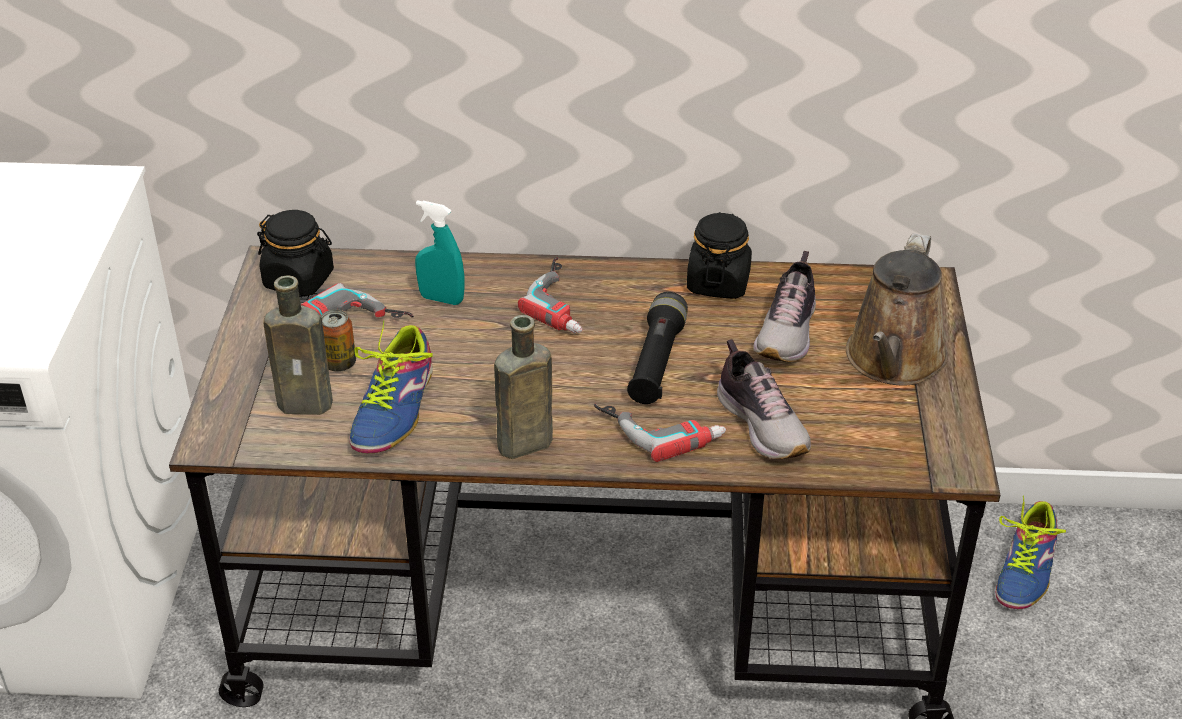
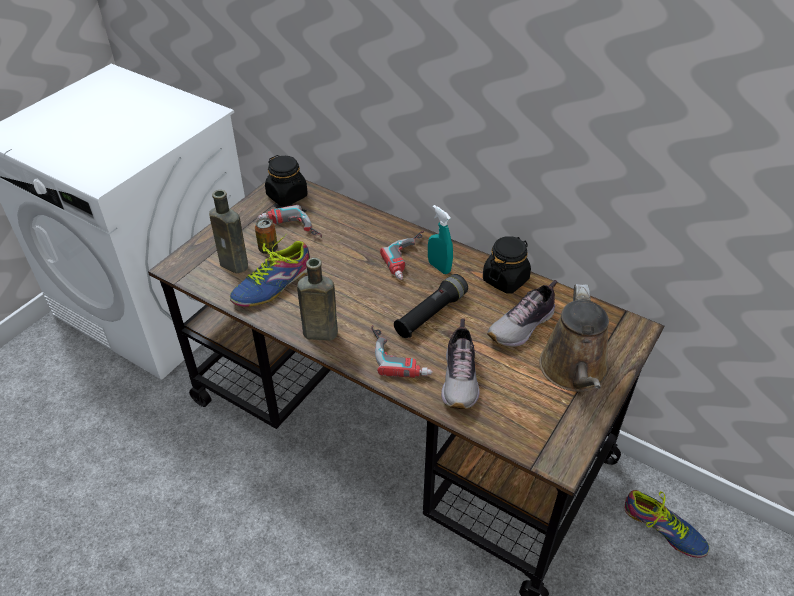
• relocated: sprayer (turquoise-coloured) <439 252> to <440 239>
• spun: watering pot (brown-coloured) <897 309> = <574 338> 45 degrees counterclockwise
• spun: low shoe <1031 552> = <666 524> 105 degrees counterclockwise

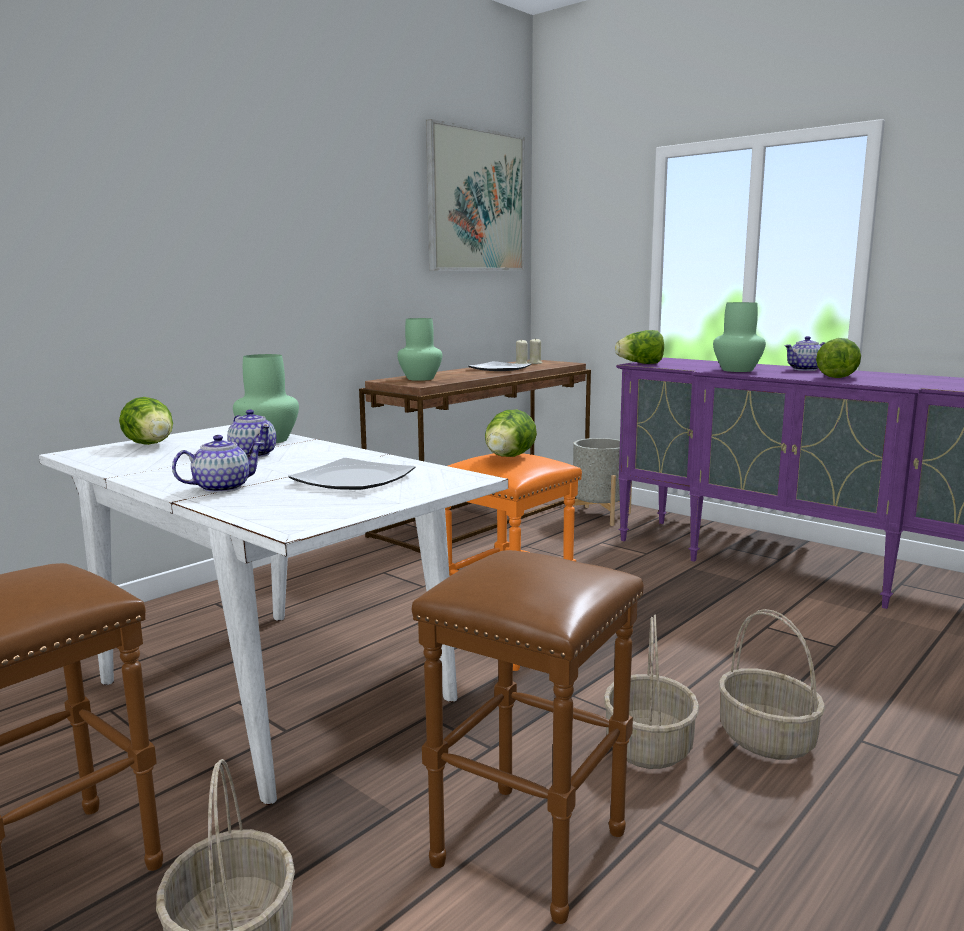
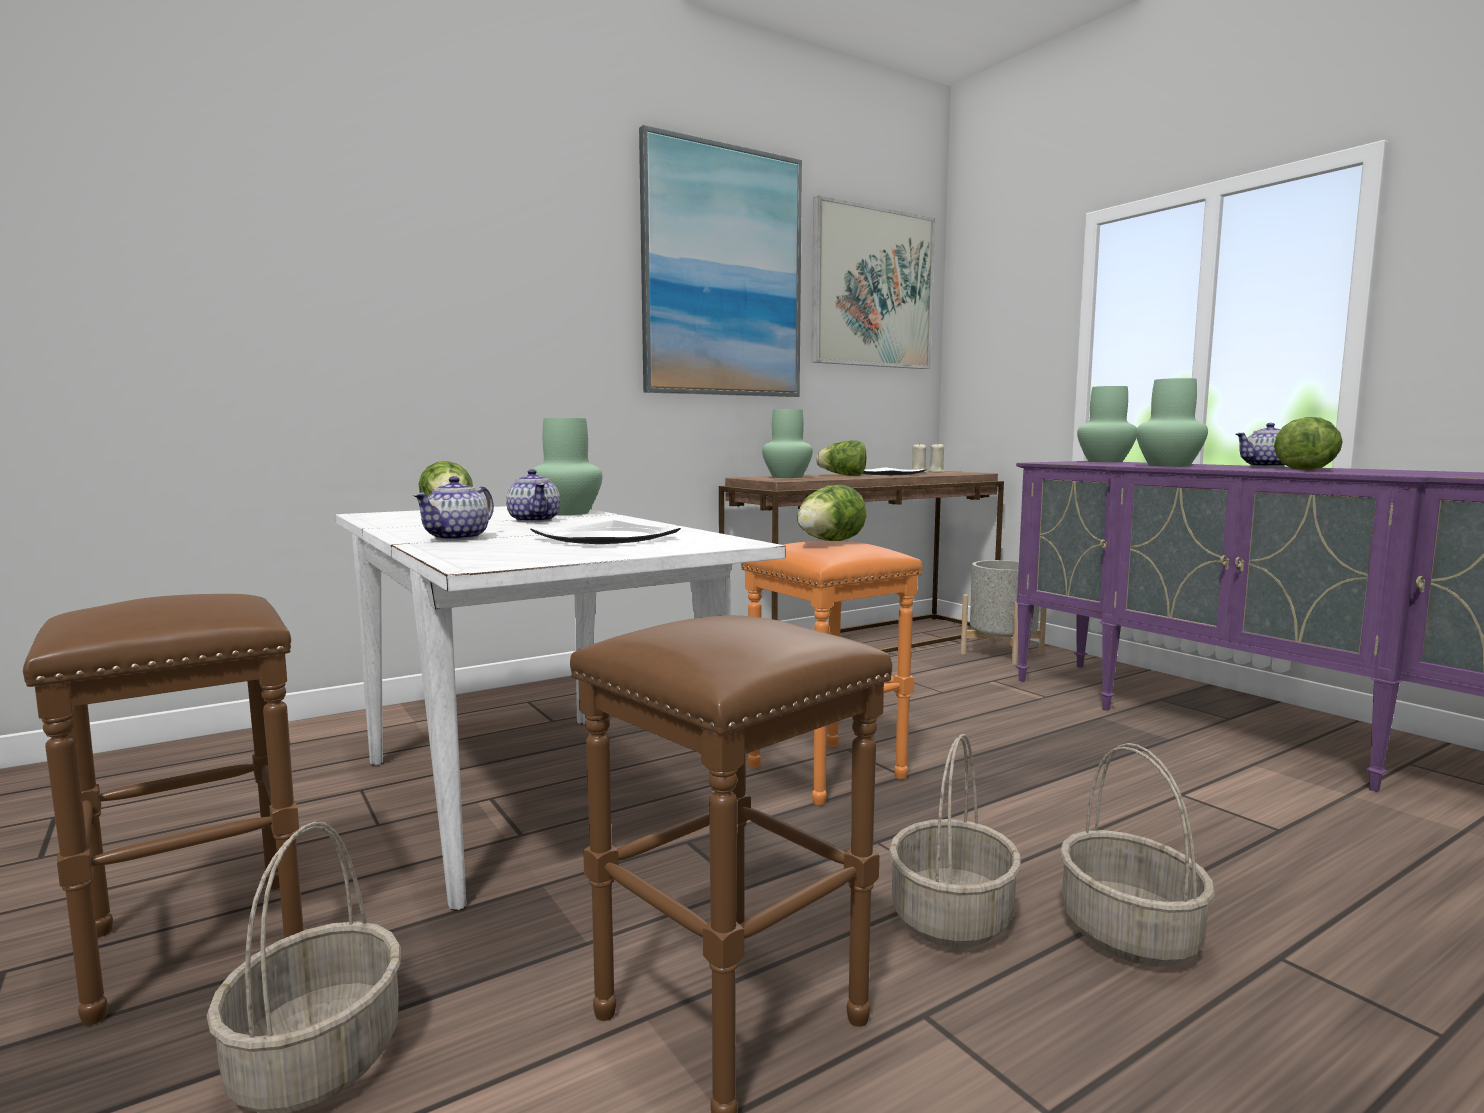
• spun: pot for tea <218 464> = <453 508> 135 degrees clockwise
• appeared: picture <720 261>
• relocated: head of lettuce <639 347> to <841 458>
• appeared: vase (greenish) <1107 424>

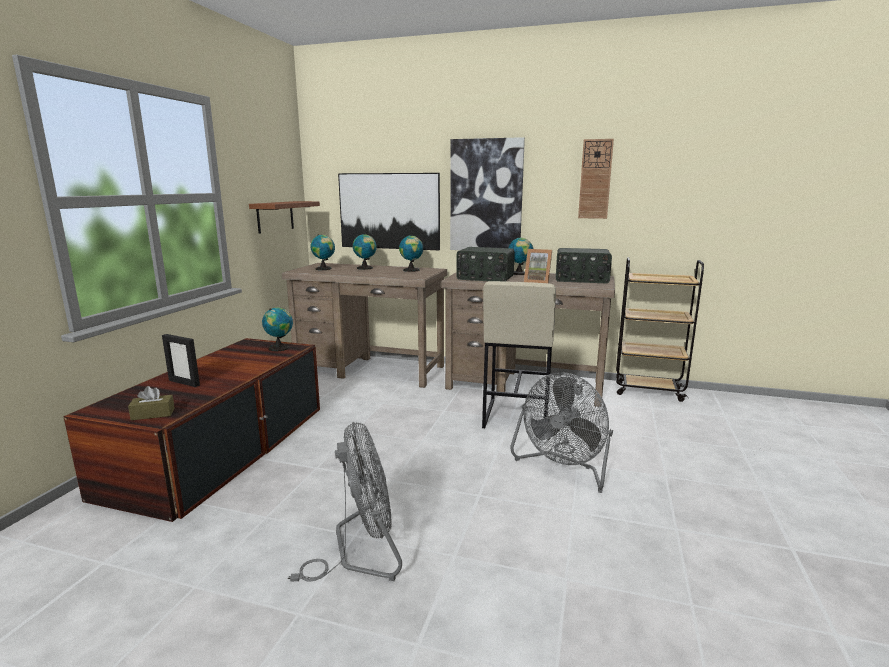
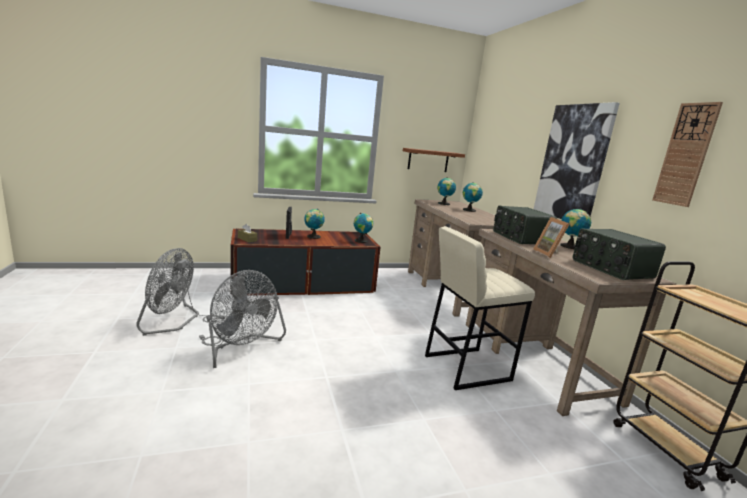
• relocated: fan (greyish) <561 432> to <180 292>
• relocated: world globe <411 253> to <314 224>
• missing: picture <389 211>

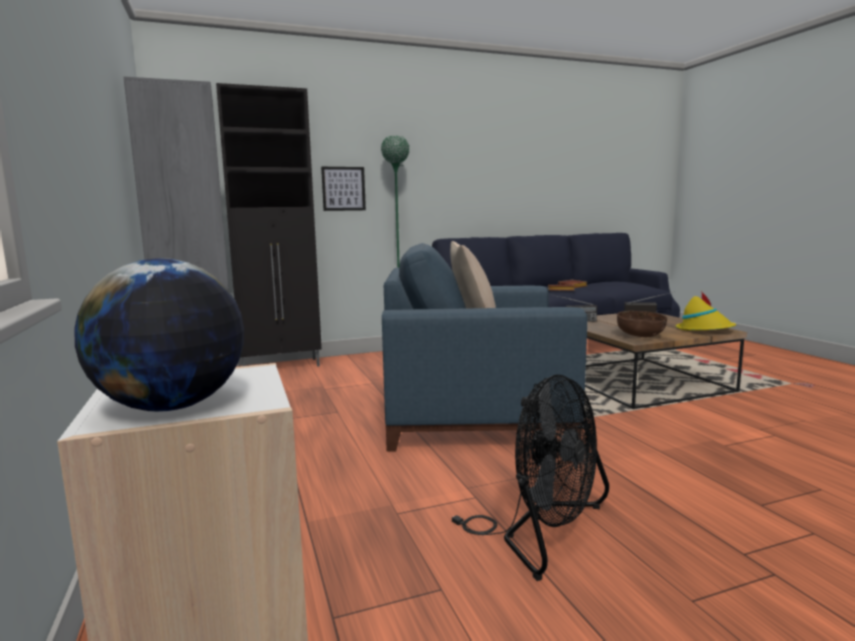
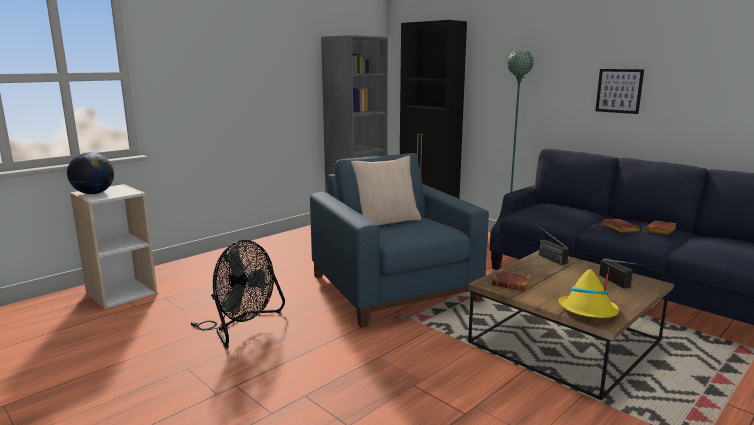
• spun: fan (black-coloured) <530 478> = <238 294> 75 degrees counterclockwise
• exchanged: bowl (brown-coloured) <642 324> to volume (brown-coloured) <511 280>
• relocated: picture <343 189> to <619 91>

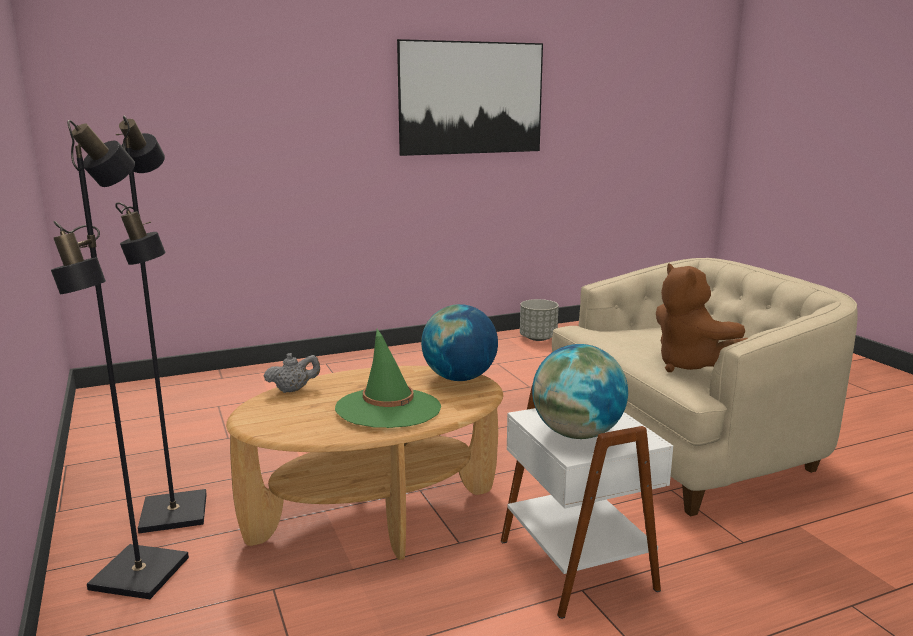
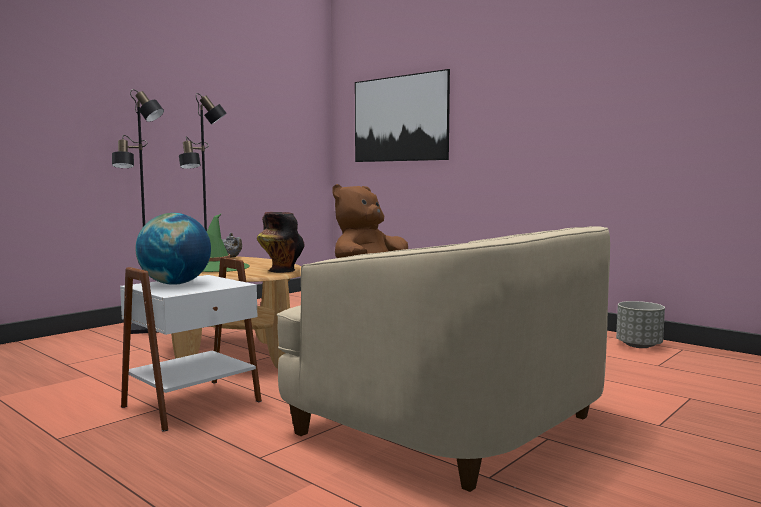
• exchanged: world globe <459 342> to vase <281 242>
• relocated: picture <470 97> to <402 115>

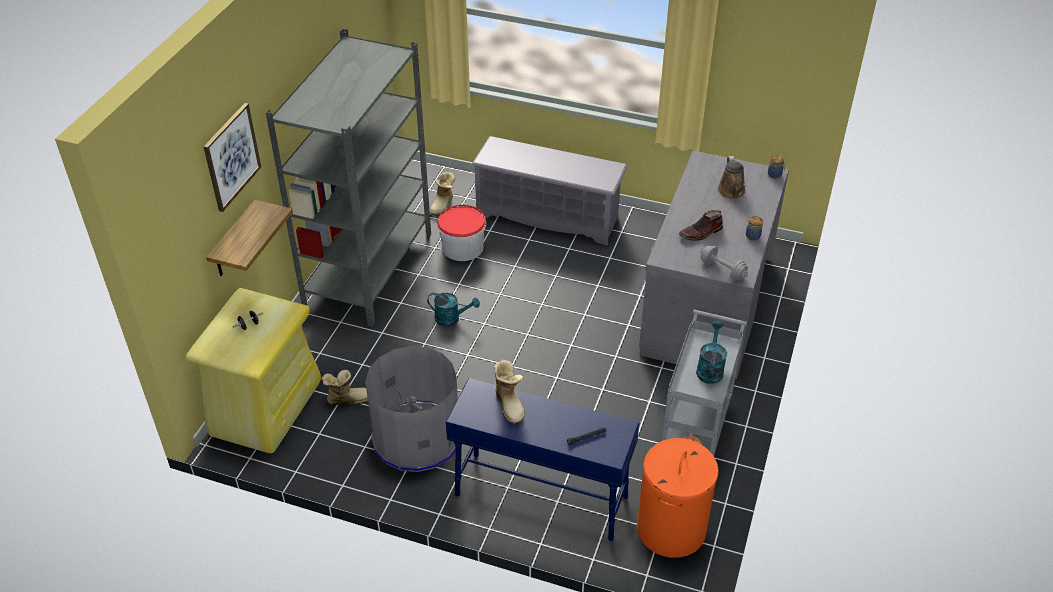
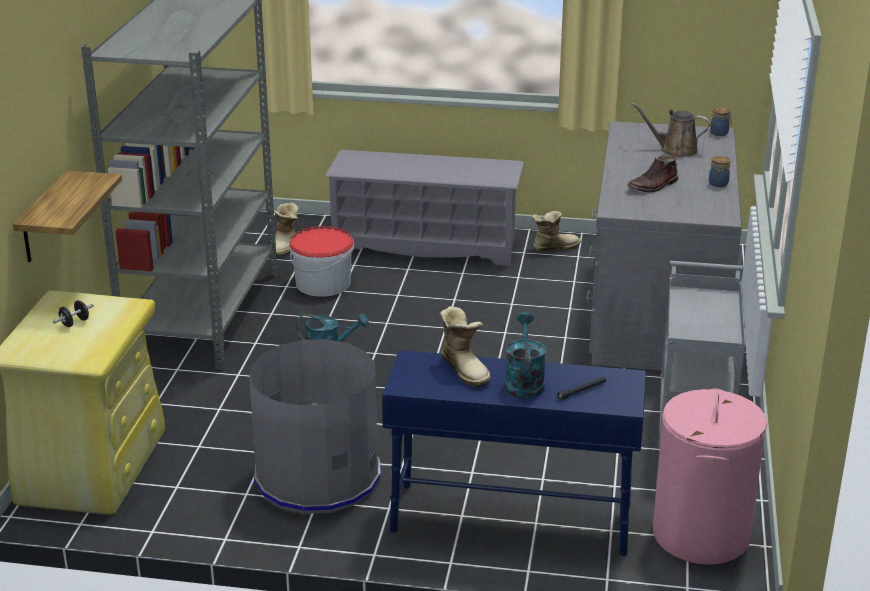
• relocated: watering pot (turquoise-coloured) <711 352> to <525 355>
• relocated: tall boot <344 387> to <556 231>
• spun: watering pot (brown-coloured) <732 177> = <671 130> 120 degrees clockwise
• colour: laundry basket (orangey) <678 497> to laundry basket (pinkish) <710 477>
• missing: picture <232 157>
• missing: dumbbell (greyish) <724 263>

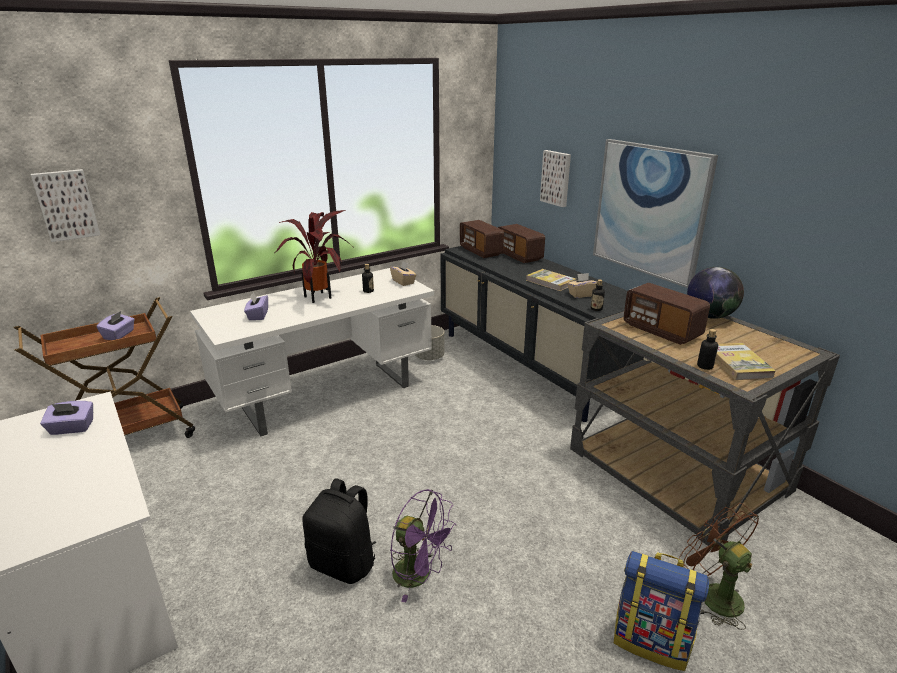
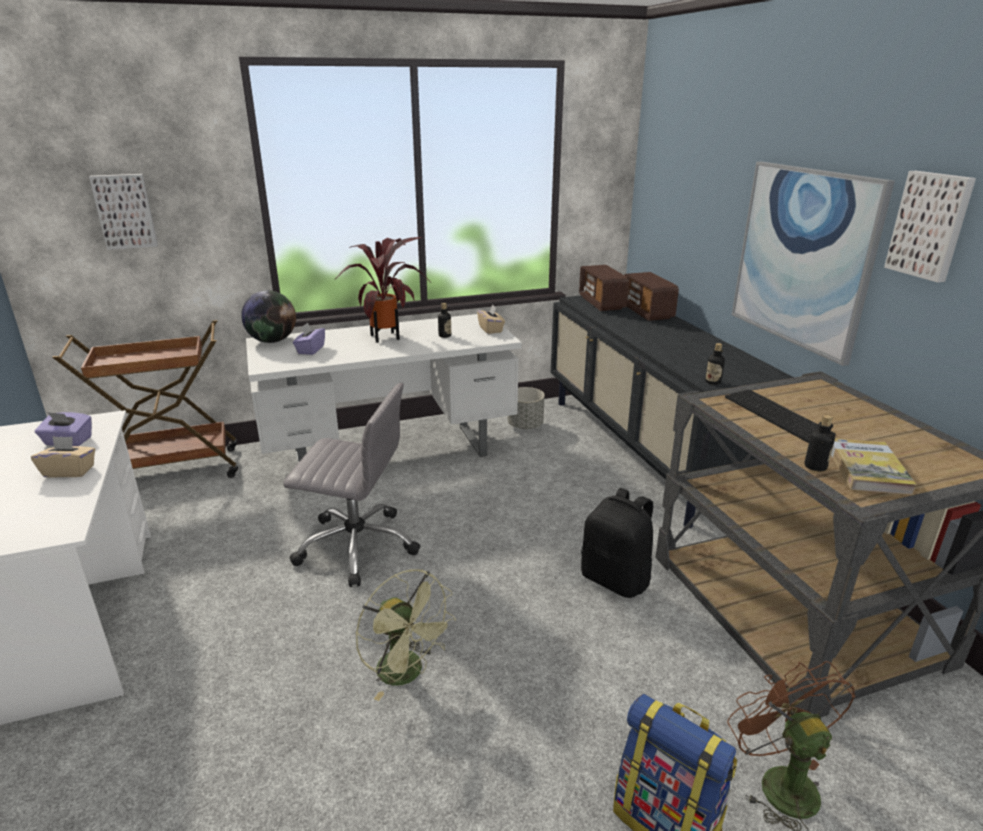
• relocated: tissue holder (beige-coloured) <582 285> to <63 457>
• relocated: world globe <715 293> to <268 316>
• appeared: office chair (greyish) <351 485>
• colour: fan (purple) <423 545> to fan (greenish) <406 635>
• relocated: backpack (black-coloured) <339 531> to <617 543>
• exchanged: radio set <666 314> to computer keyboard <780 416>
• relocated: picture <555 178> to <930 227>
• missing: tissue holder (purple) <116 325>
• missing: volume <551 280>

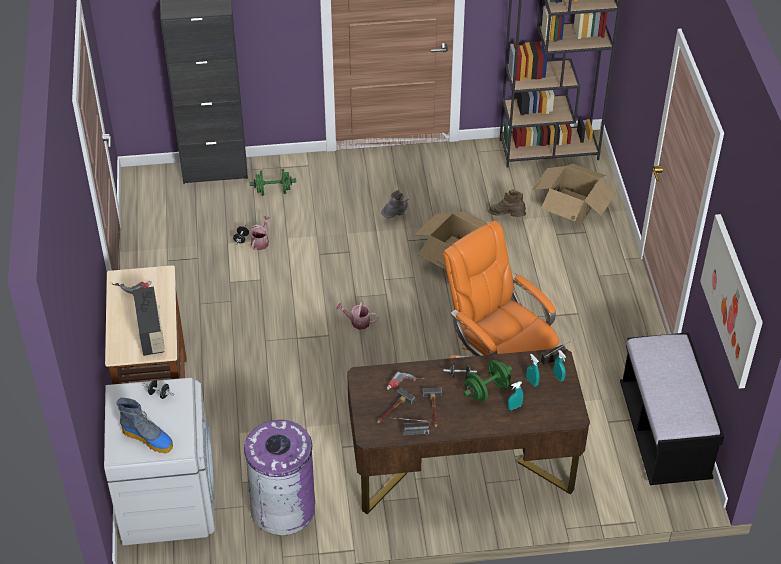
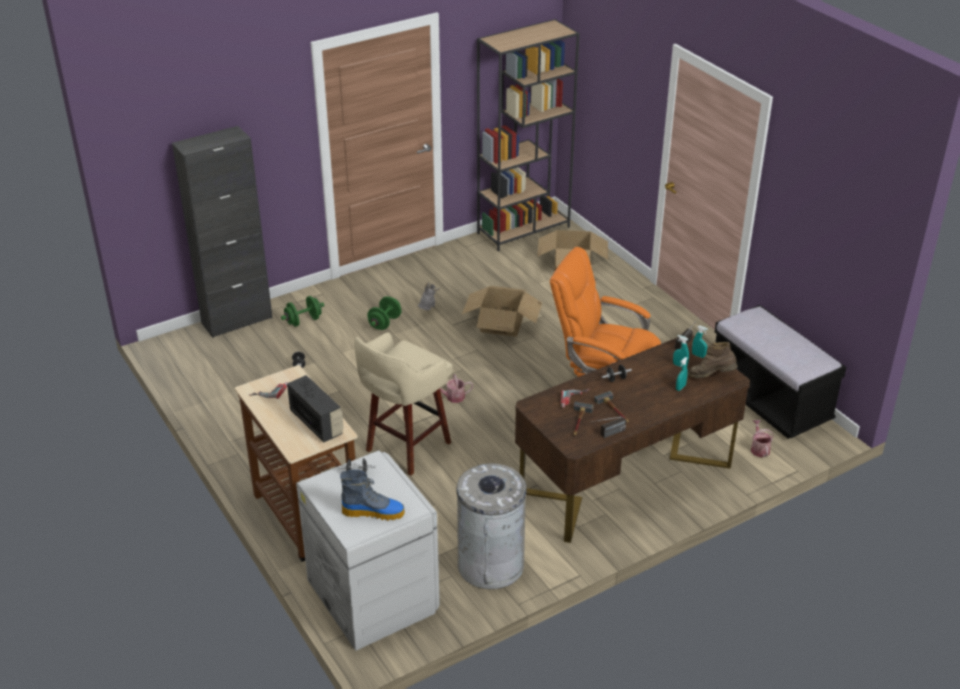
• appeared: stool seat (beige-coloured) <403 404>
• relocated: dumbbell (greenish) <487 381> to <384 313>
• colour: rubbish bin (purple) <279 477> to rubbish bin (greyish) <493 526>
• relocated: tall boot (brown-coloured) <507 203> to <713 360>
• relocated: watering pot <260 233> to <762 438>
• missing: picture <731 301>

